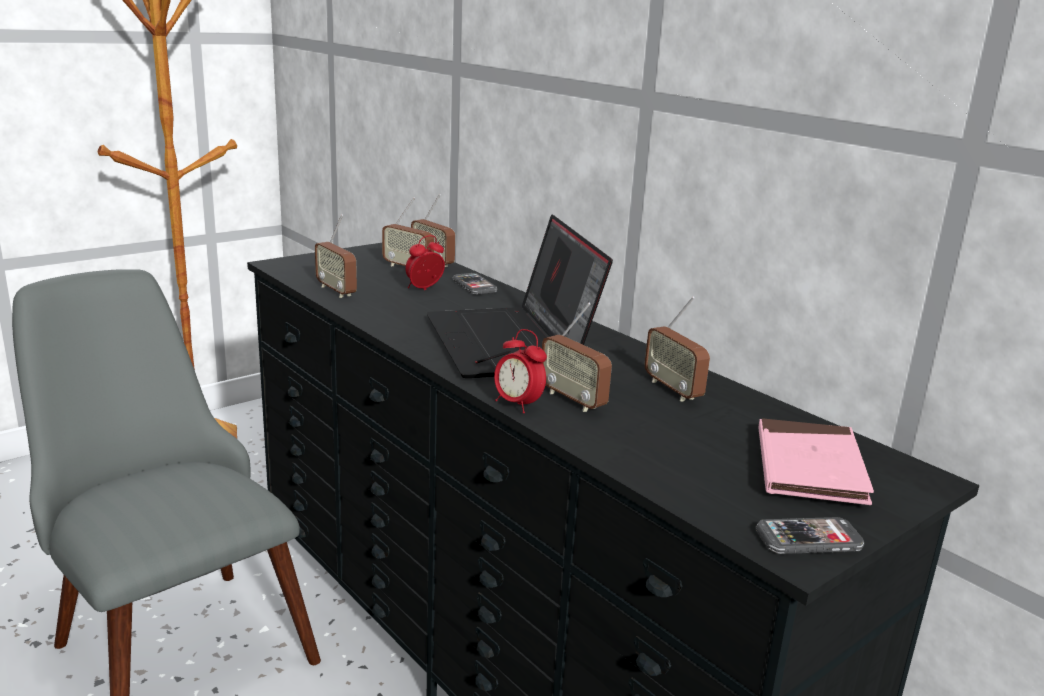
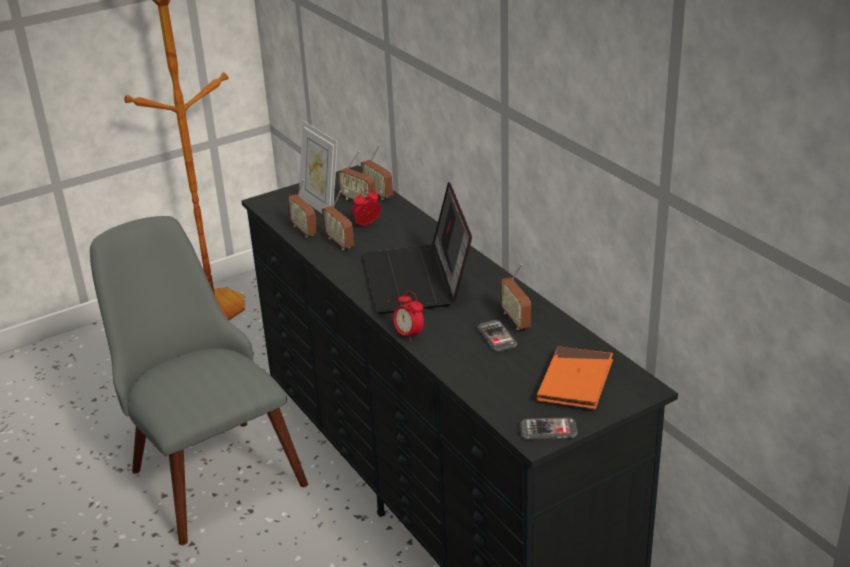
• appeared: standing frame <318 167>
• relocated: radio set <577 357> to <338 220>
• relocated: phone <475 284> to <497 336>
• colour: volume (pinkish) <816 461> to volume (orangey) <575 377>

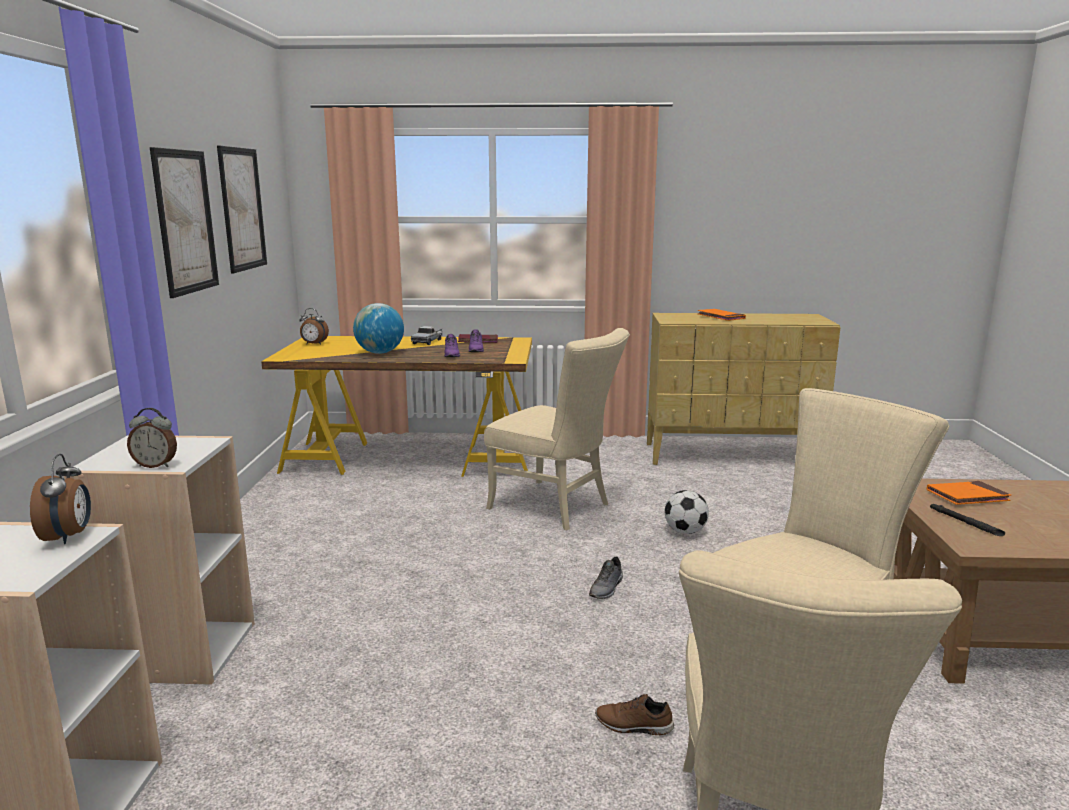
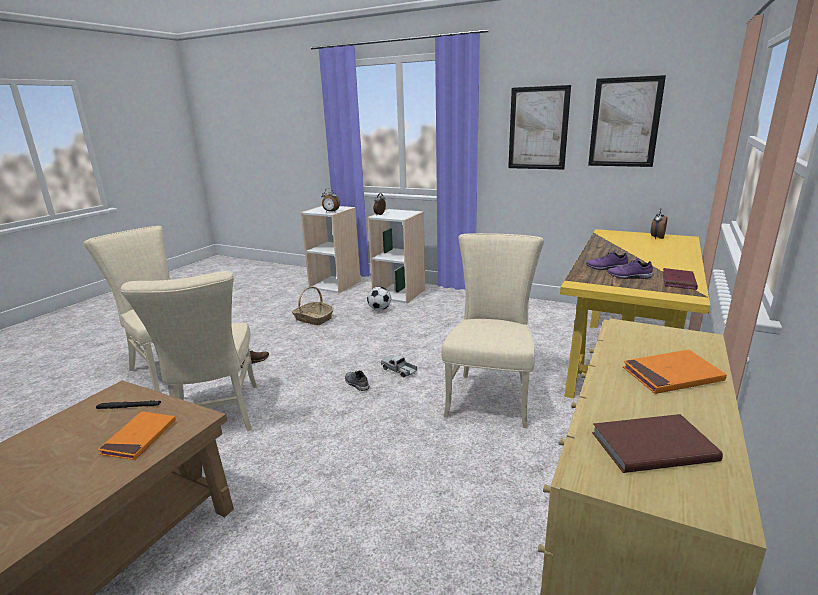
• appeared: household basket <313 305>
• relocated: football ball <687 512> to <379 299>
• relocated: model truck <426 335> to <399 366>
• spun: upright chair (beige-coloured) <557 429> = <492 330> 135 degrees clockwise
• appeared: volume (brown-coloured) <657 443>
• missing: world globe <378 328>

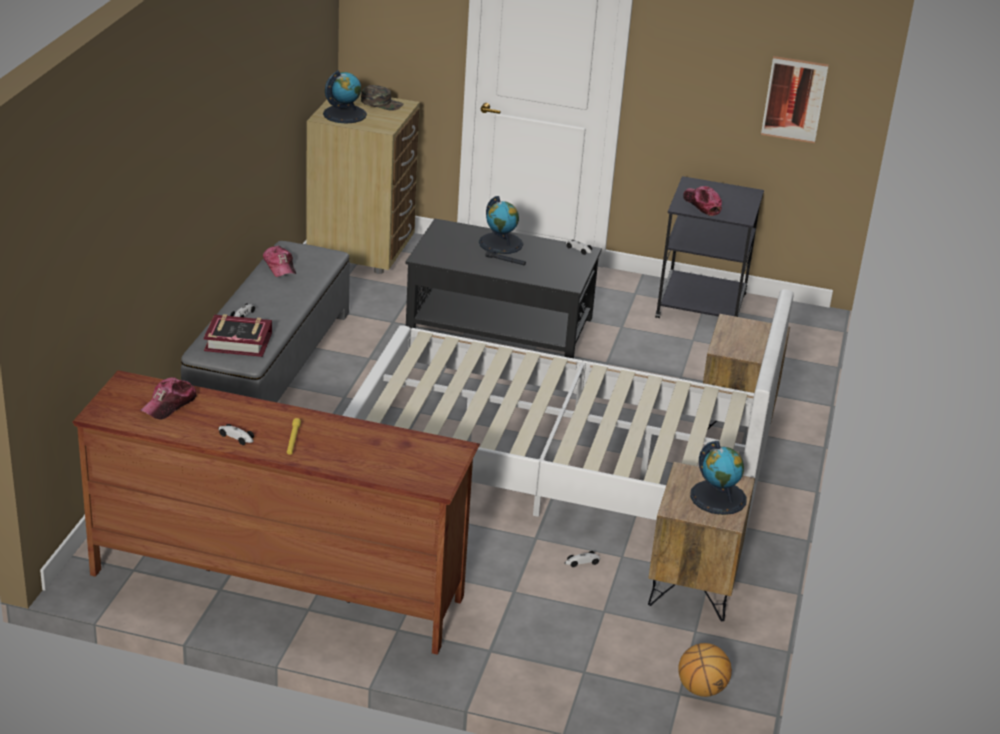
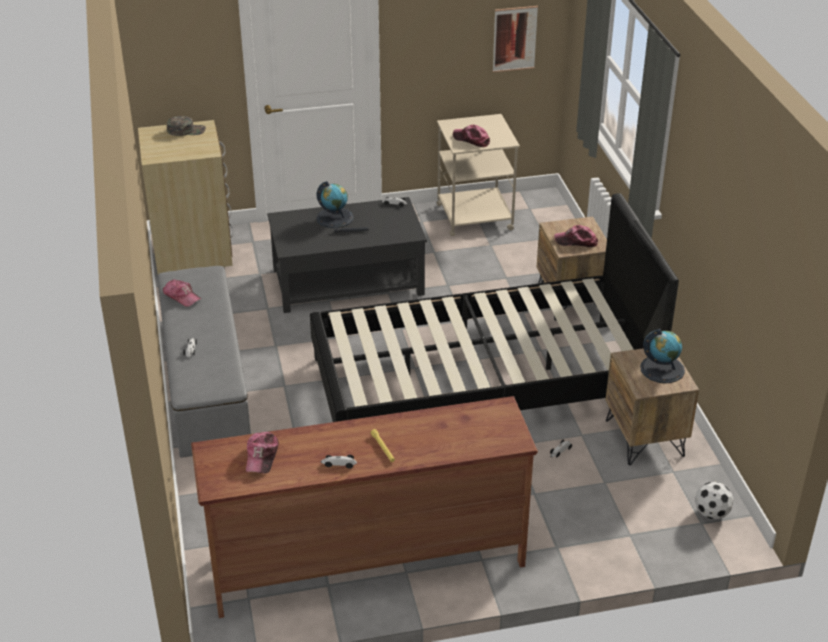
• colour: bedroom bed (white) <568 411> to bedroom bed (black-coloured) <494 307>
• colour: wheeled cart (black-coloured) <709 247> to wheeled cart (beige-coloured) <478 175>
• appeared: peaked cap <576 236>
• exchanged: ball for basketball <705 670> to football ball <714 500>
• missing: volume <238 335>
• missing: world globe <345 97>

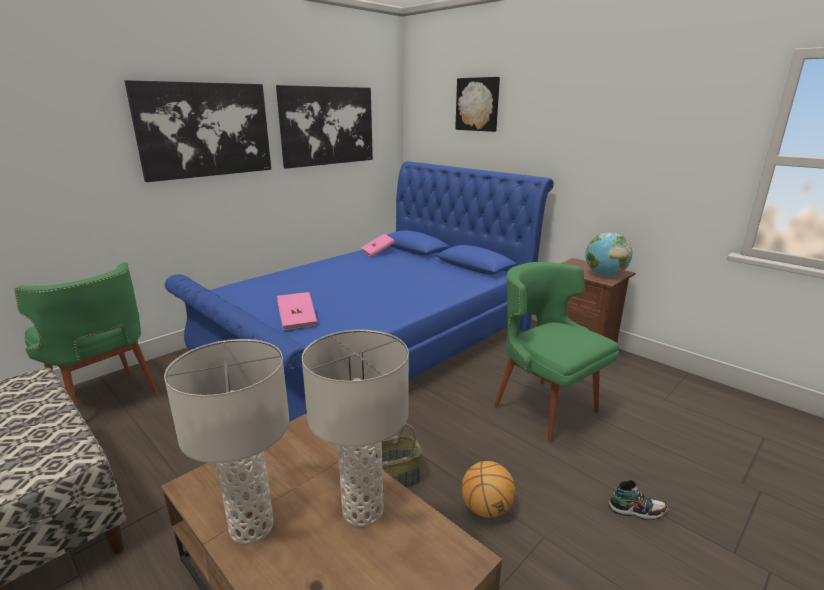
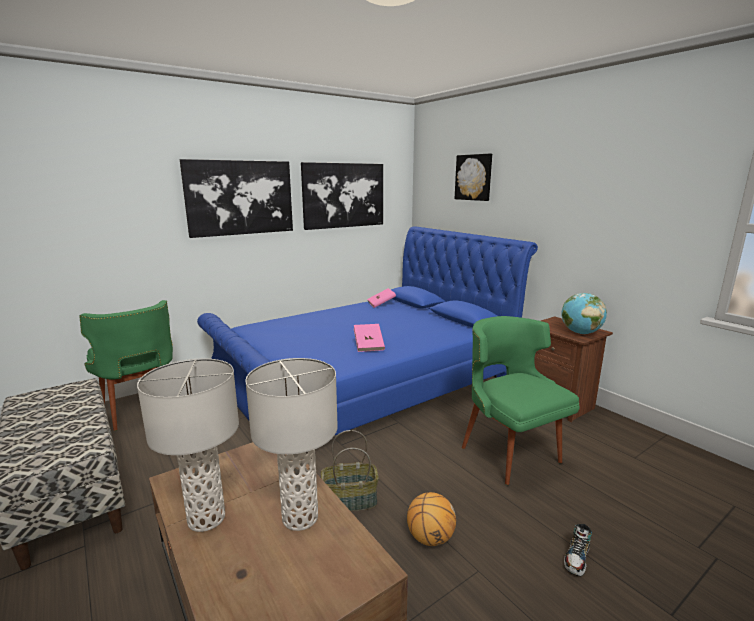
• relocated: volume (pinkish) <297 311> to <369 338>
• spun: low shoe <638 500> = <578 550> 105 degrees clockwise

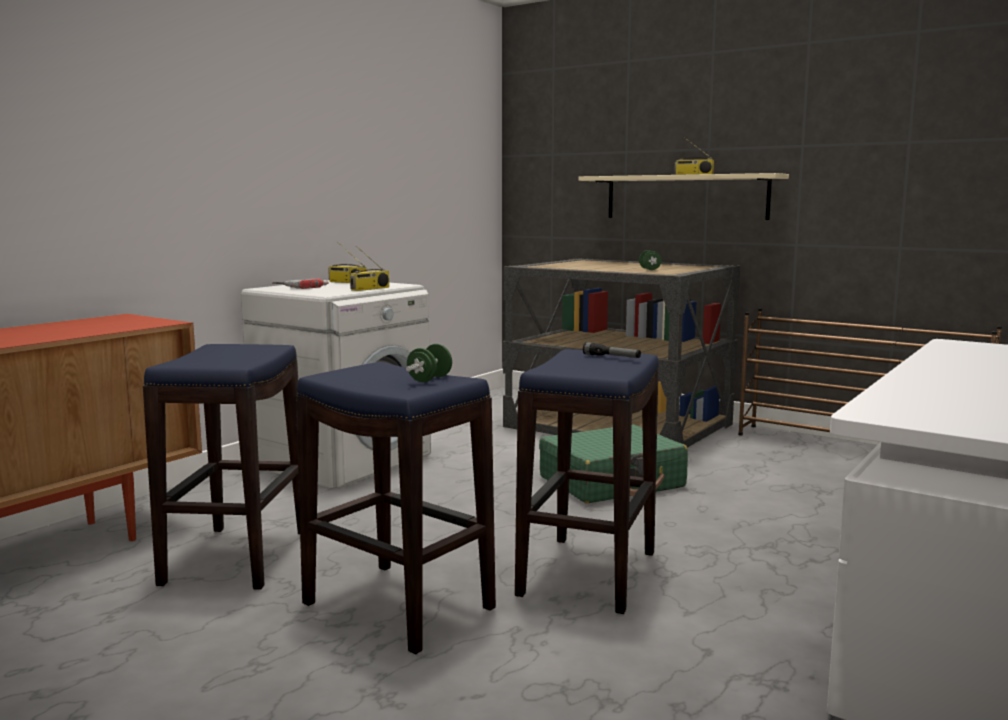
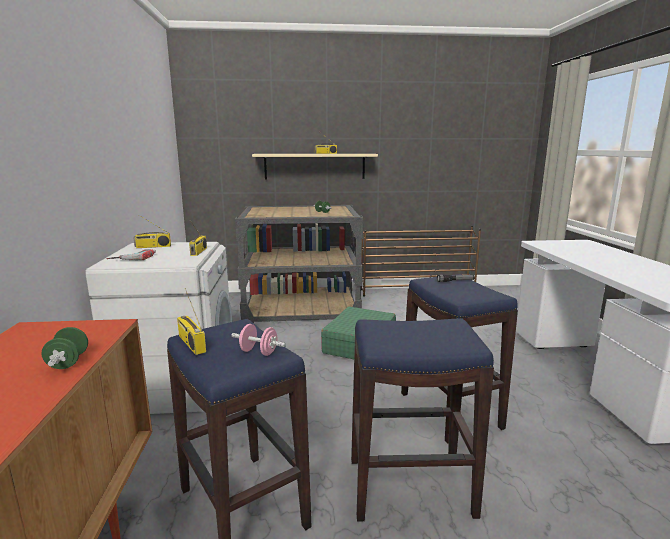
• relocated: dumbbell (greenish) <429 363> to <64 348>
• appeared: radio set <191 321>
• appeared: dumbbell (pinkish) <258 340>

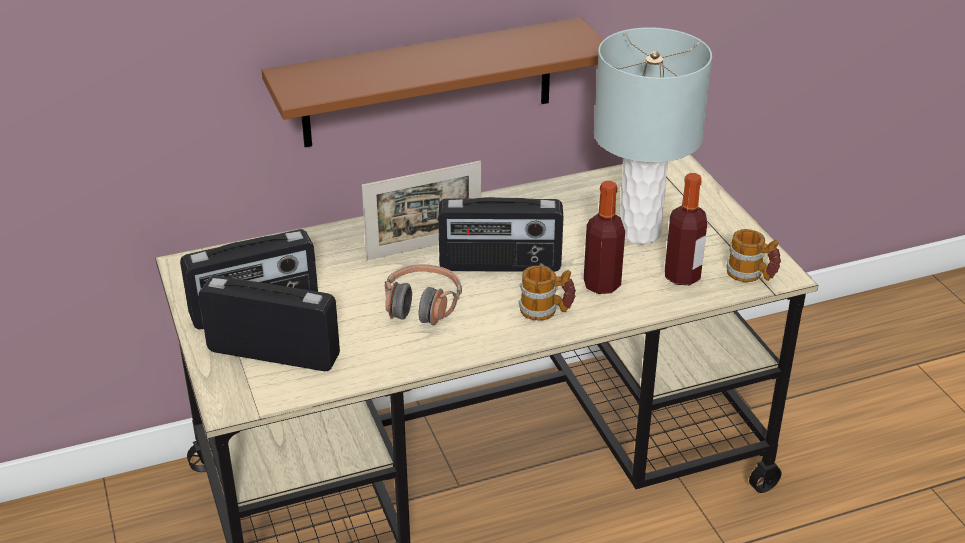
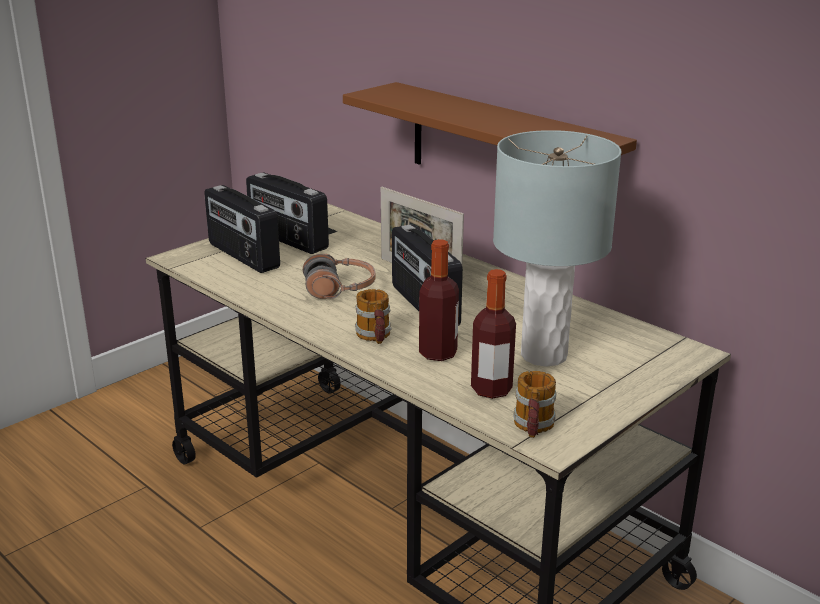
• spun: radio set <269 323> = <242 229> 150 degrees clockwise

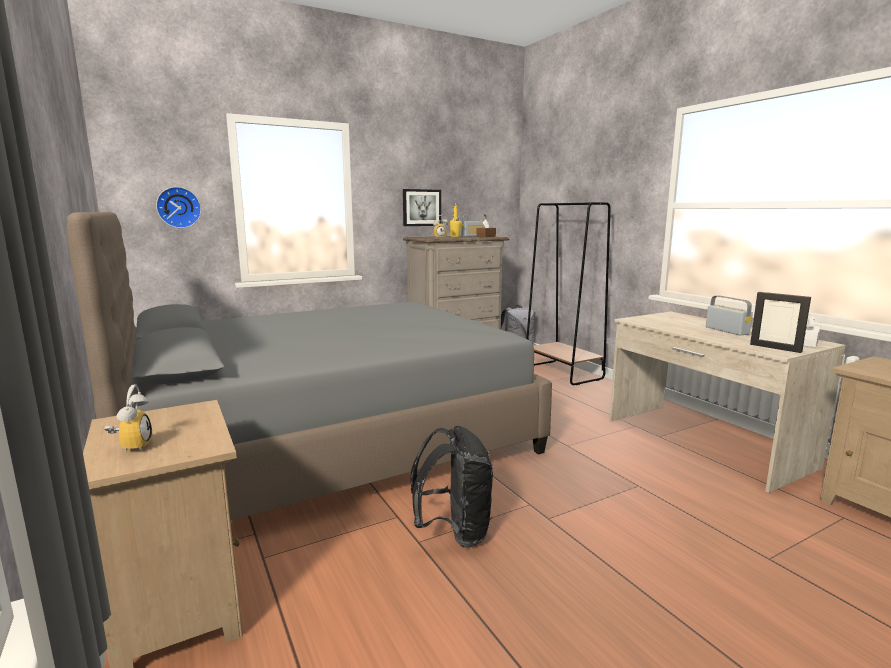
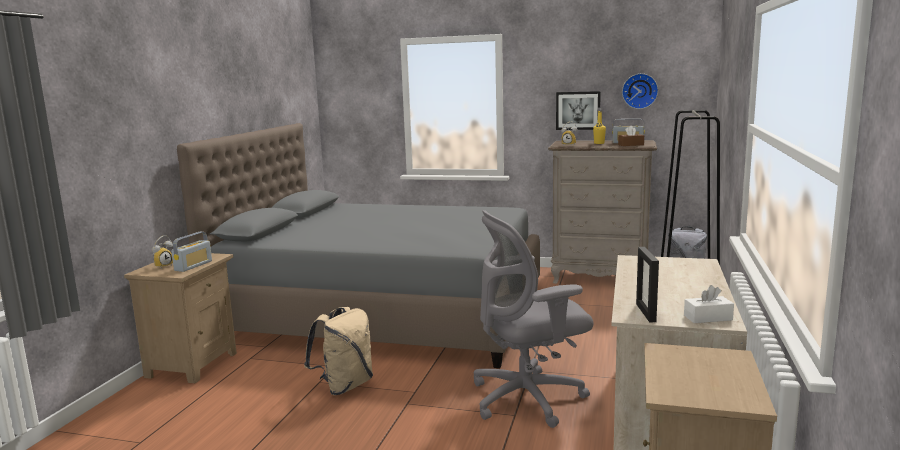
• relocated: radio set <729 316> to <191 252>
• colour: backpack (black-coloured) <451 487> to backpack (beige-coloured) <338 351>
• appeared: office chair (greyish) <534 319>
• relocated: clock on the wall <178 207> to <640 91>

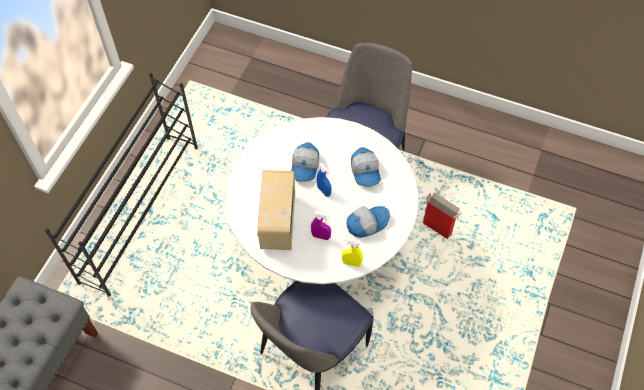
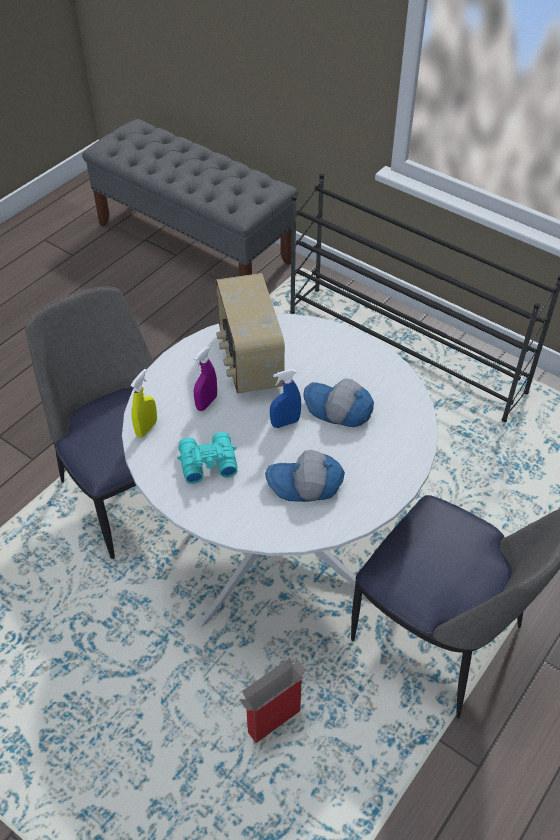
• exchanged: peaked cap <368 222> to pair of binoculars (turquoise-coloured) <207 458>
• spun: radio set <276 210> = <250 333> 120 degrees counterclockwise

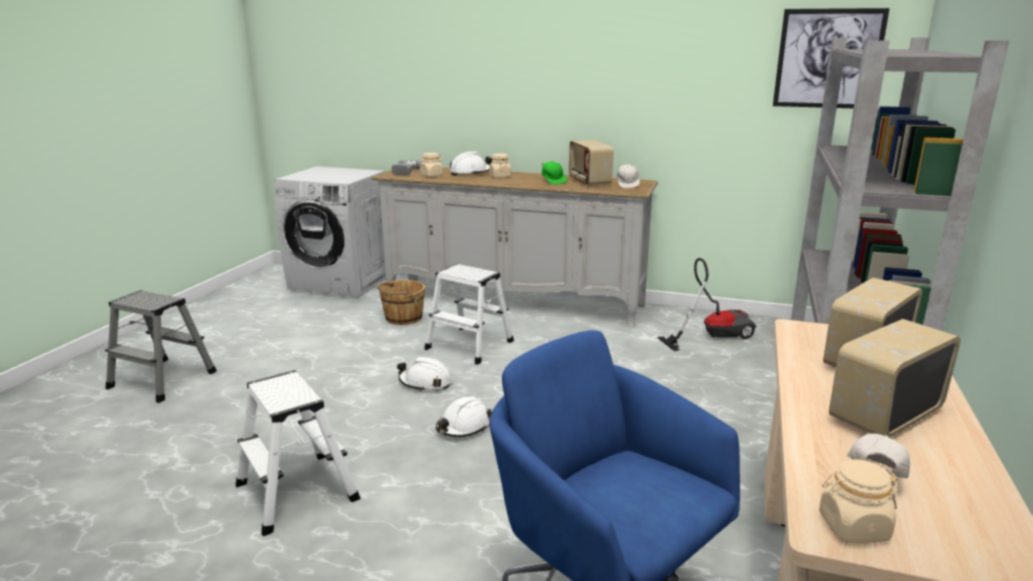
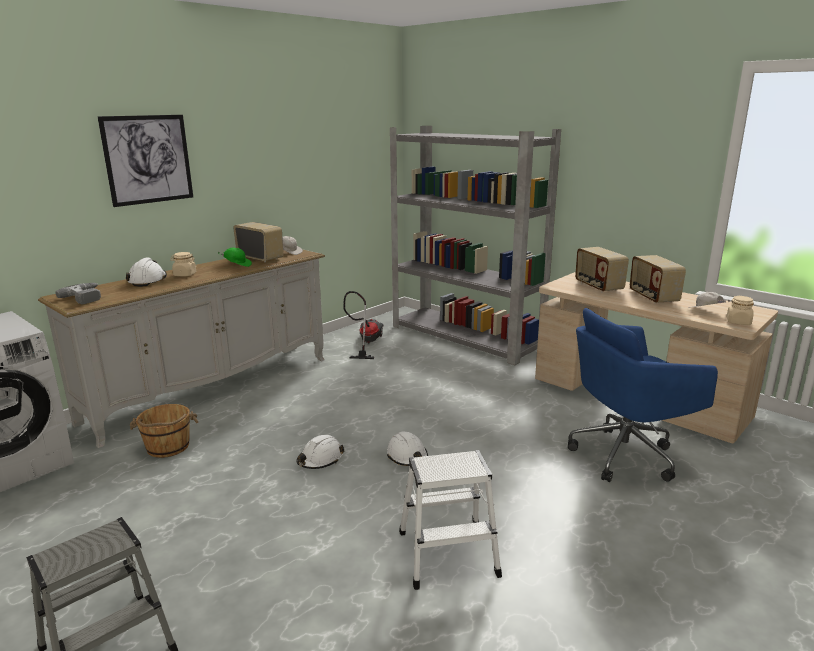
• relocated: picture <831 58> to <145 161>
• spun: radio set <591 163> = <258 242> 150 degrees counterclockwise
• missing: jar (beige-coloured) <431 165>
• missing: stepladder (white) <469 314>

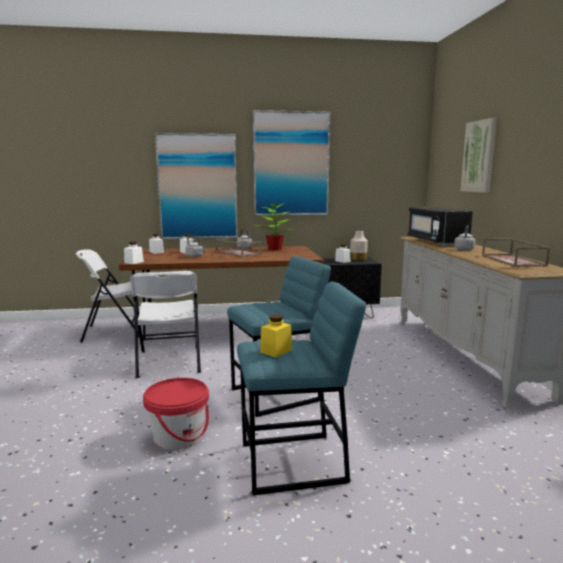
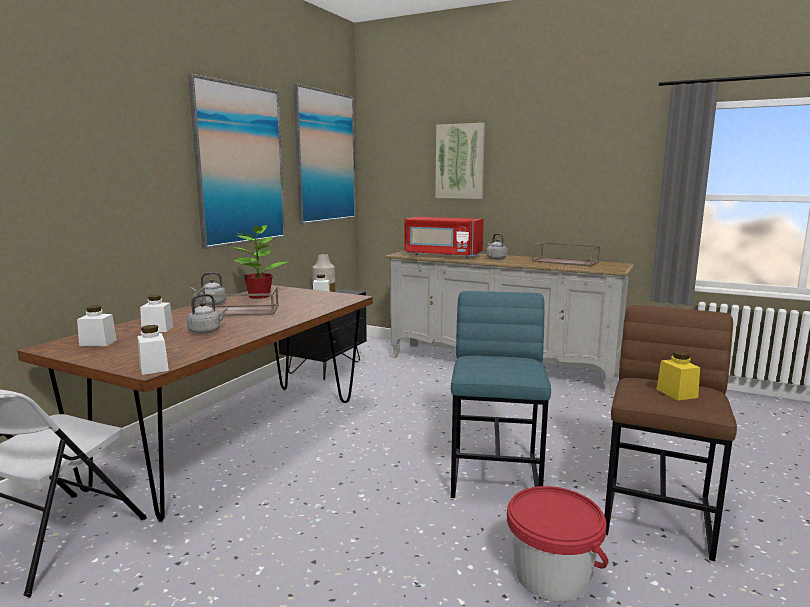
• relocated: picture <196 186> to <324 154>
• colour: microwave (black-coloured) <440 226> to microwave (red-coloured) <444 237>
• colour: stool seat (blue-coloured) <301 388> to stool seat (brown-coloured) <670 433>
• missing: upright chair (white) <165 324>

